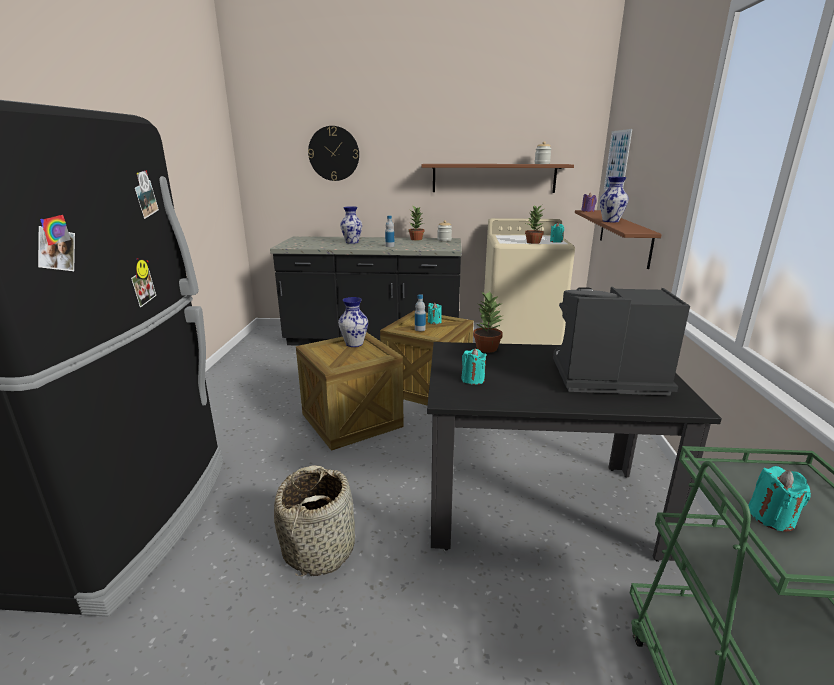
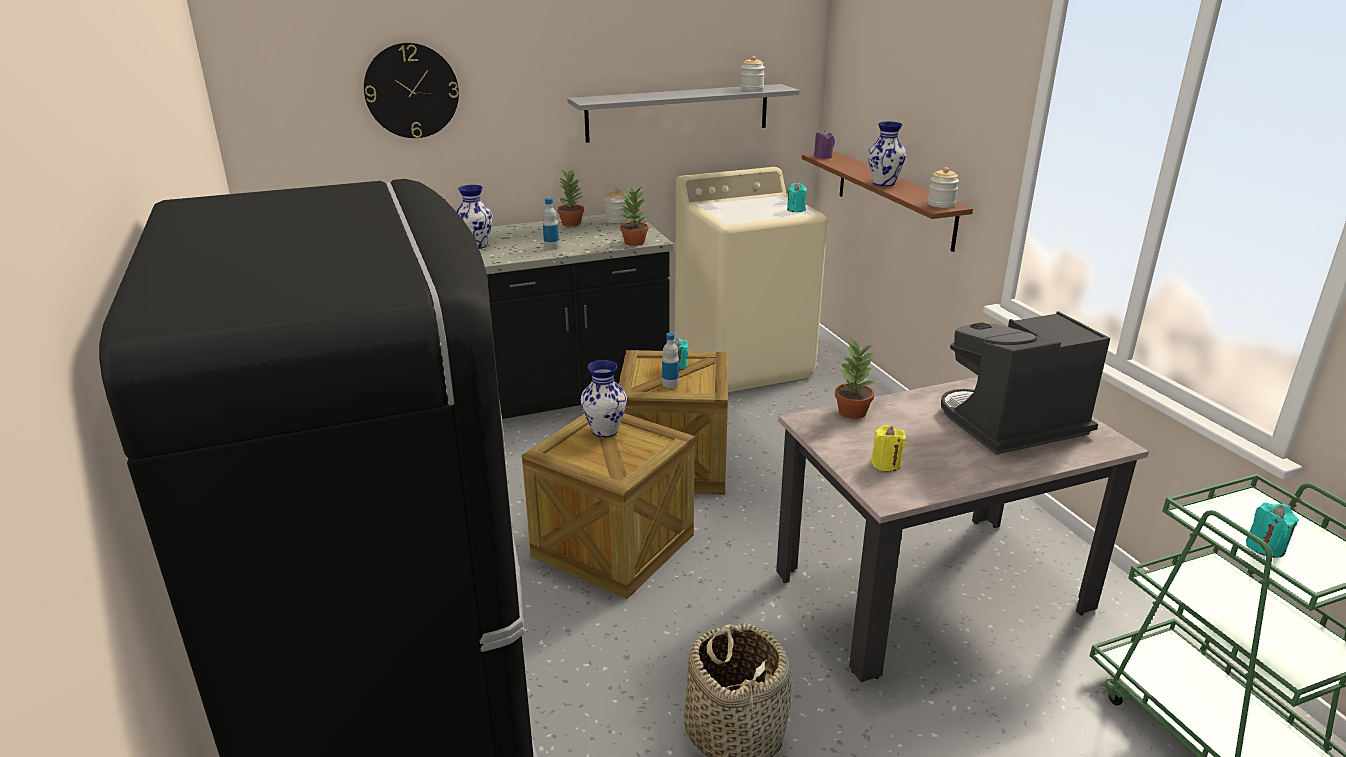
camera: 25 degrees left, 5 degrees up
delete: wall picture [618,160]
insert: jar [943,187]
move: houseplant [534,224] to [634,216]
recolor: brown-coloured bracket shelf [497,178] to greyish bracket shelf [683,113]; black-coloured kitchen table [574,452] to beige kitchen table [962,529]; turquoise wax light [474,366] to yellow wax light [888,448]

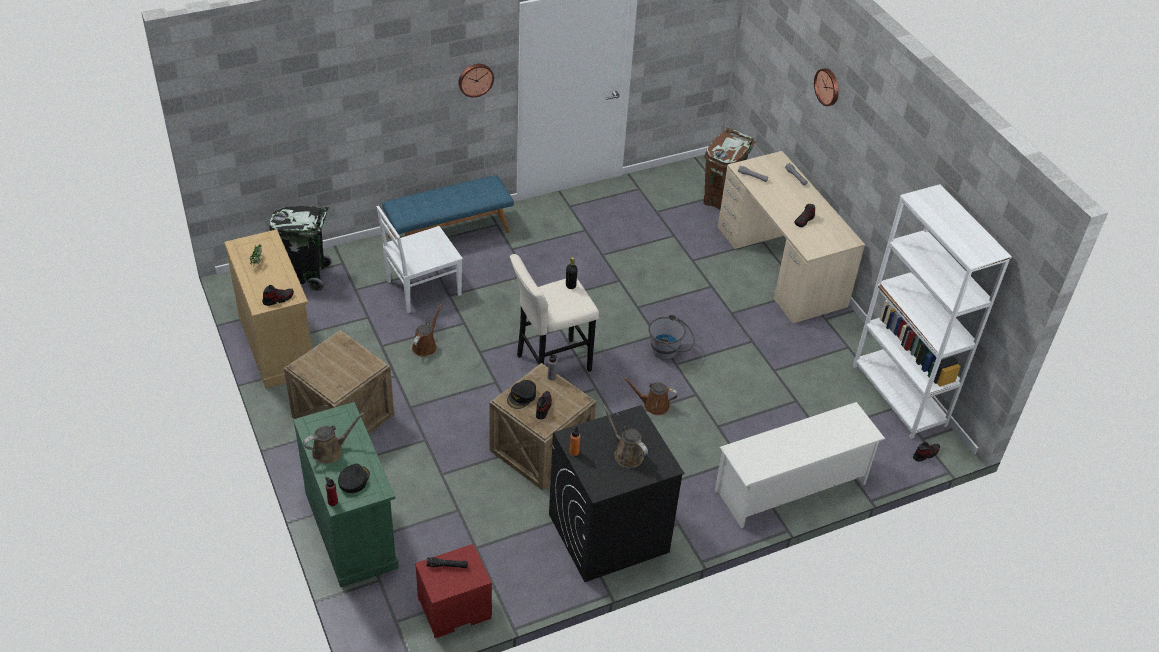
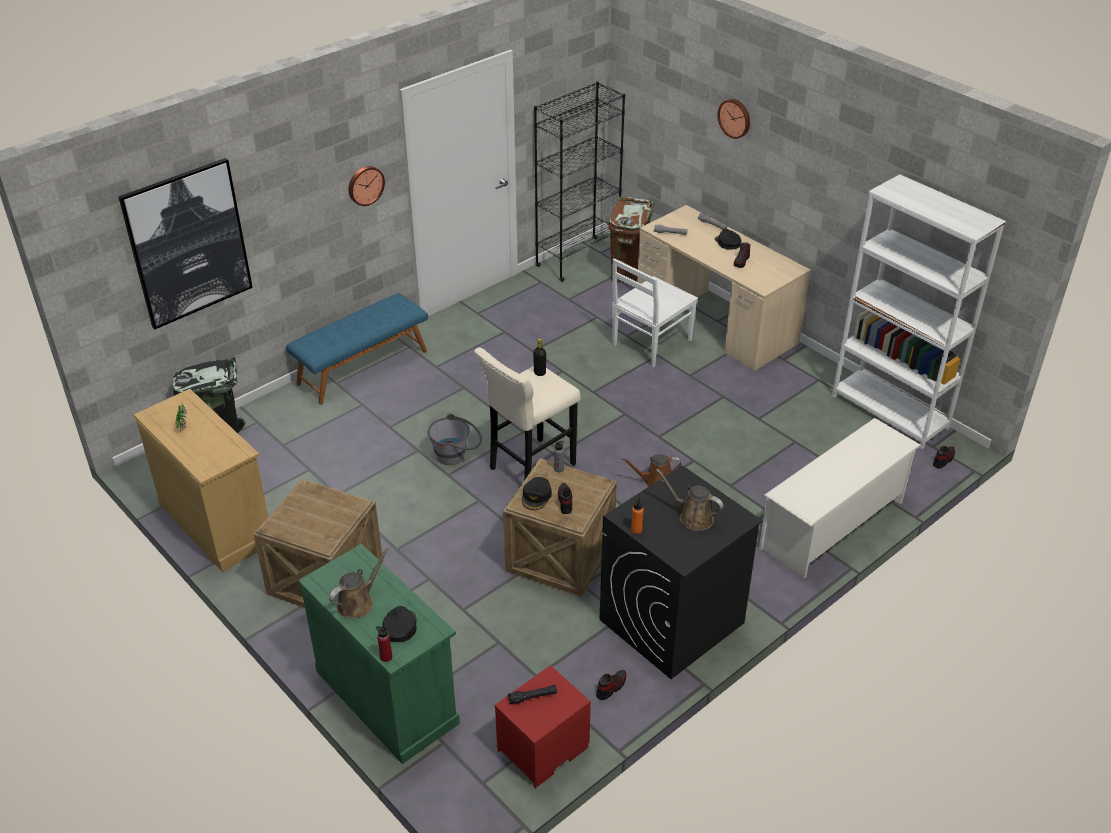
camera: 15 degrees left, 5 degrees down
delete: brown-coloured watering pot [426,330]
insert: wall picture [186,243]; black-coloured bookcase [579,181]; black-coloured cap [728,239]
move: low shoe [278,295] to [611,685]; white plain chair [420,259] to [655,312]; greyish water bucket [671,337] to [455,439]

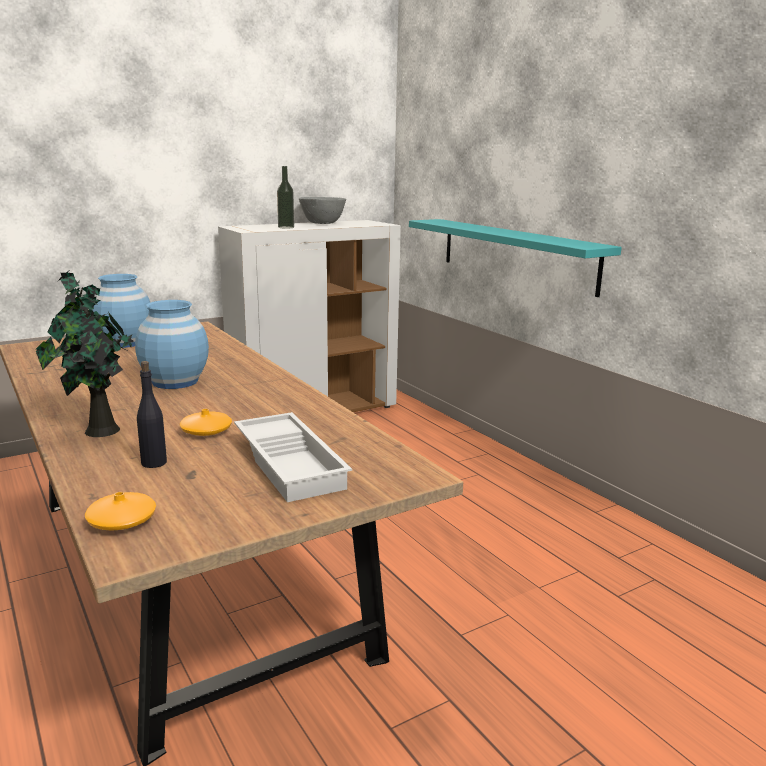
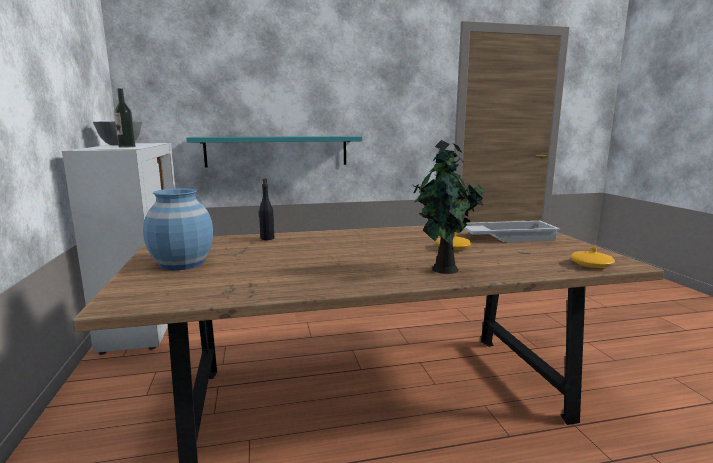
camera: 70 degrees left, 5 degrees down
delete: blue-coloured vase [172,344]
move: black-coloured beverage bottle [152,414] to [266,209]

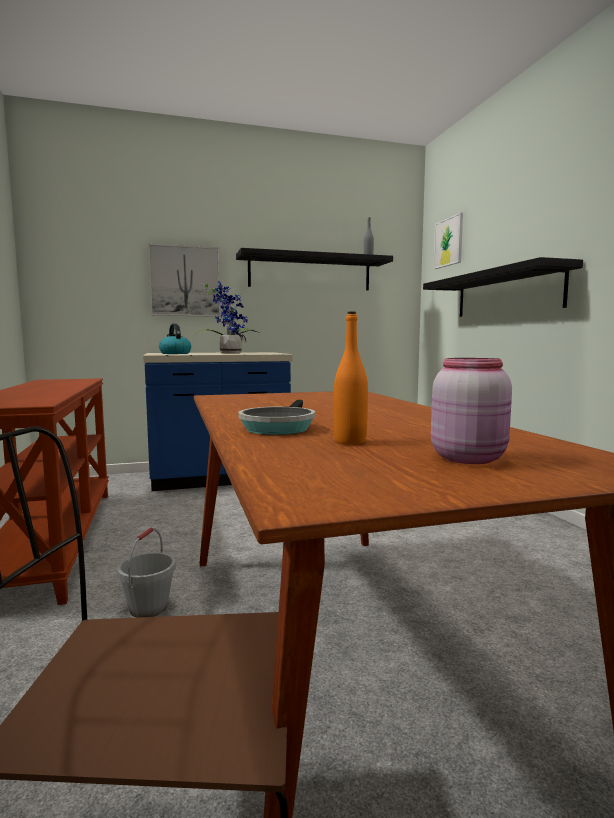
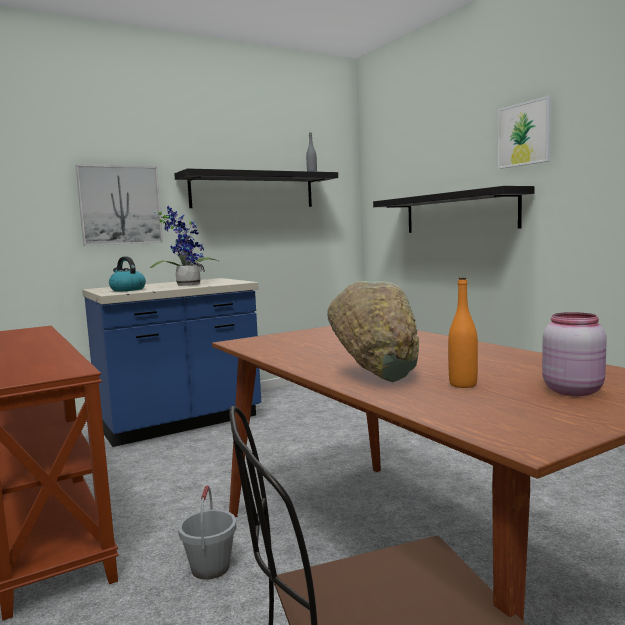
camera: 15 degrees left, 0 degrees up
move: wall picture [448,241] to [524,132]
replace: pan [276,417] to green bowl [373,331]

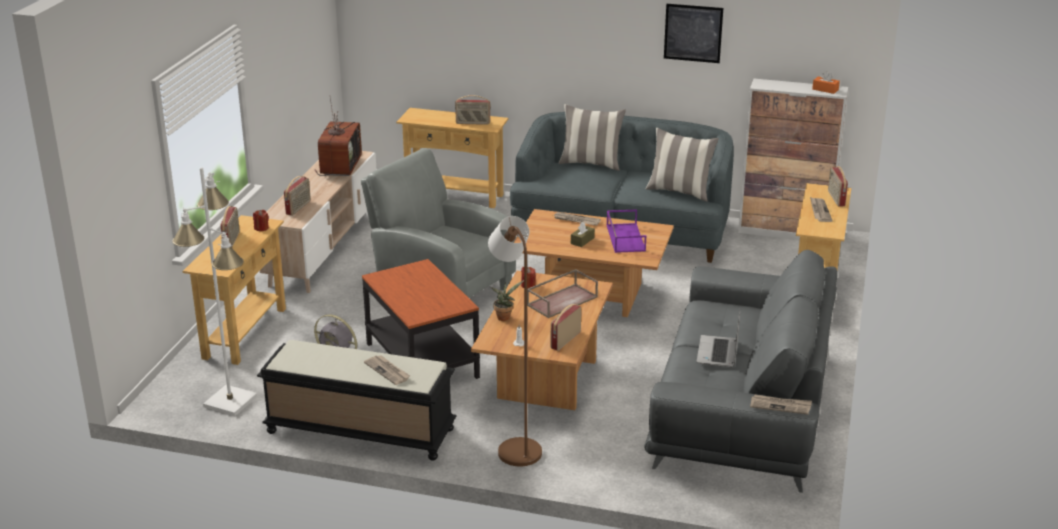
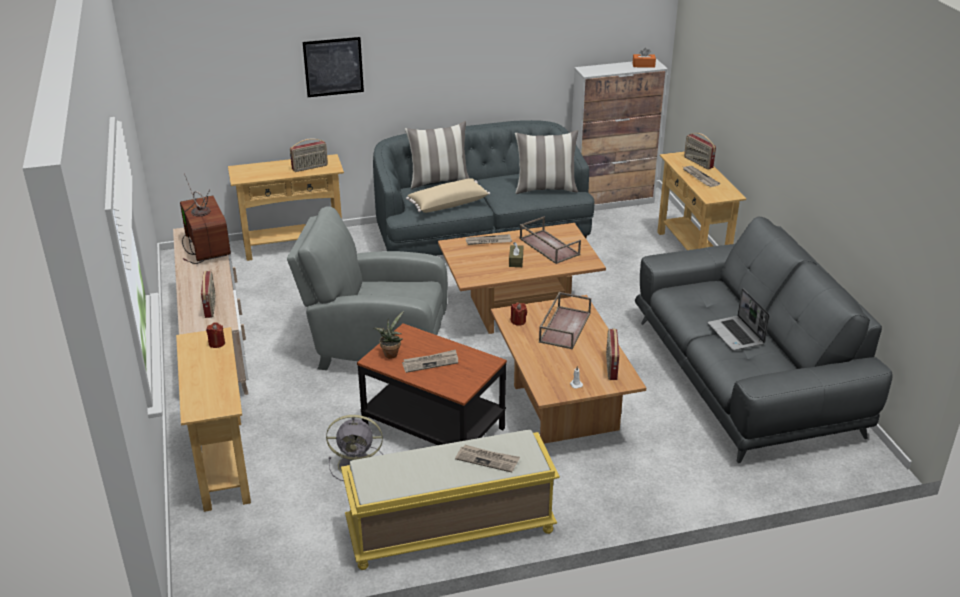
camera: 30 degrees left, 5 degrees up
delete: white floor lamp [214,291]; radio [230,227]; brown-coloured floor lamp [515,341]
insert: beige throw pillow [448,195]
move: houseplant [507,300] to [389,335]; wall picture [693,33] to [333,67]; daily paper [781,405] to [430,361]
recolor: black-coloured indoor bench [357,400] to yellow indoor bench [450,500]; purple serving tray [626,231] to brown-coloured serving tray [550,240]

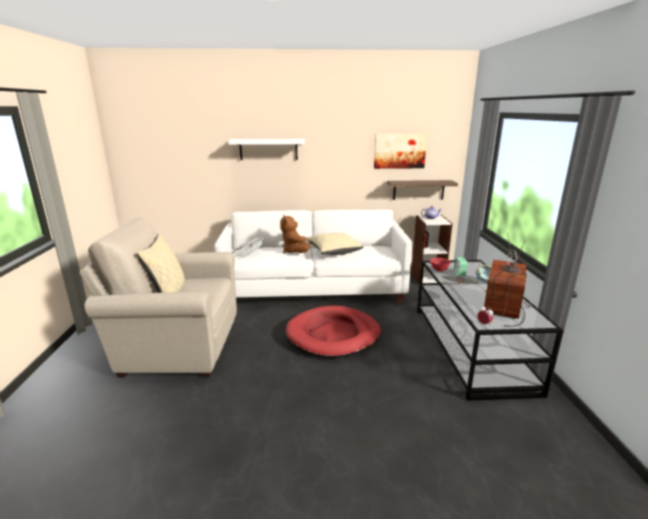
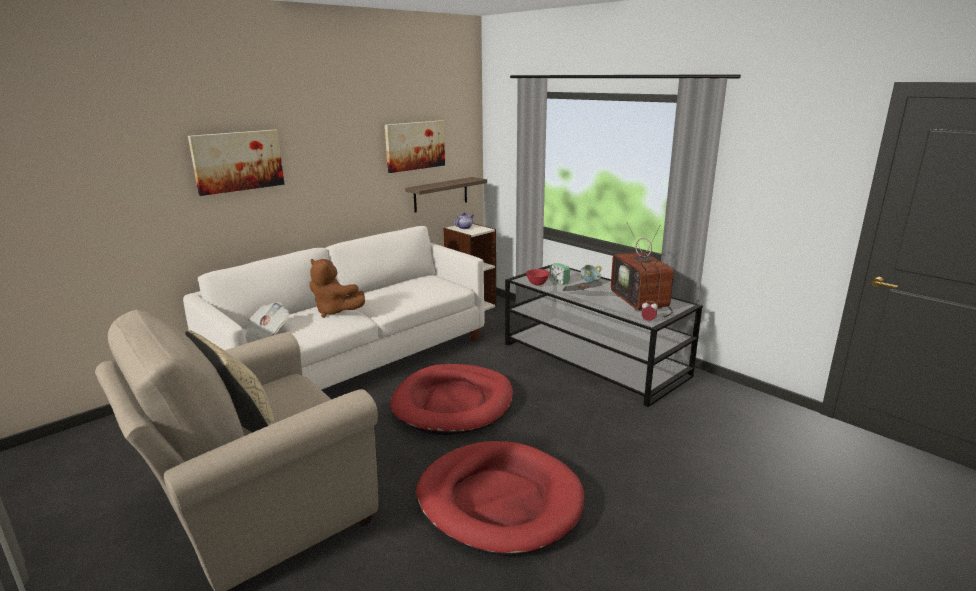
camera: 40 degrees left, 0 degrees up
delete: beige throw pillow [335,244]
insert: red dog bed [500,498]
replace: white bracket shelf [266,149] to wall picture [236,163]

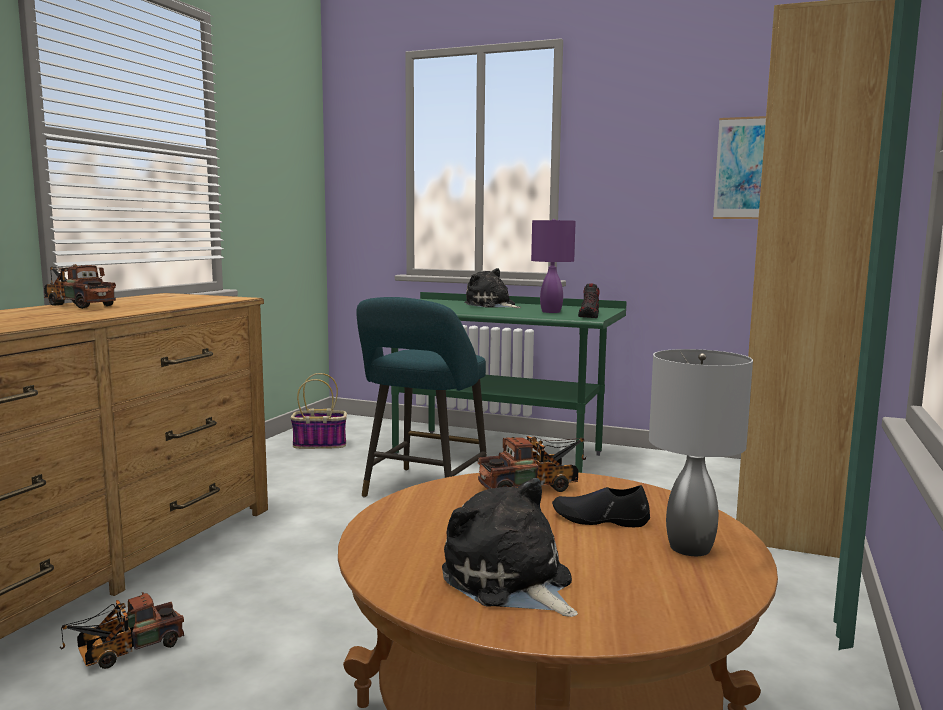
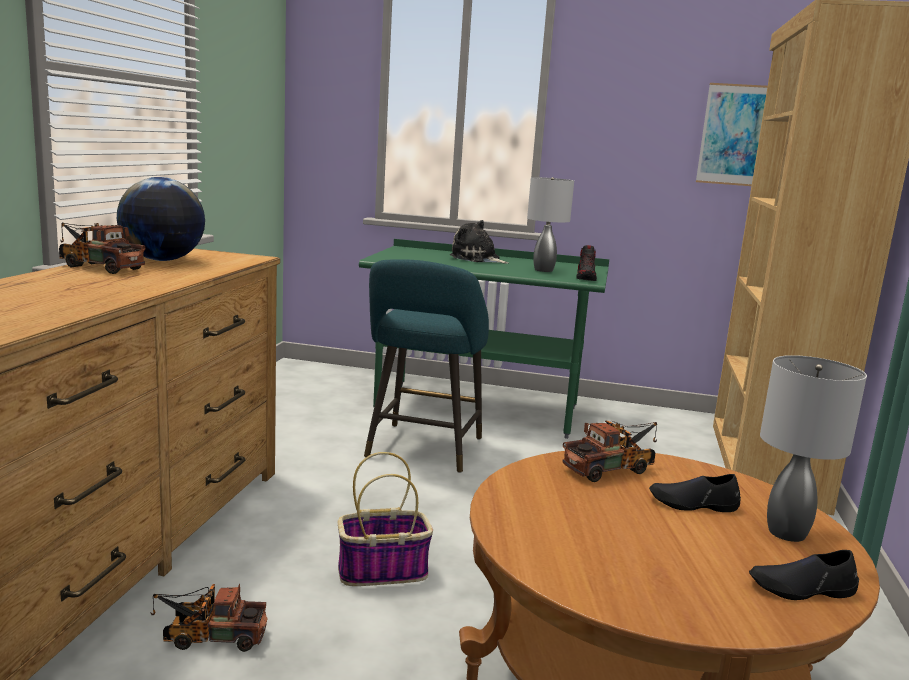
camera: 10 degrees left, 5 degrees up
delete: soft toy [510,547]
insert: globe [161,219]; black-coloured low shoe [804,575]
move: household basket [319,411] to [385,519]
recolor: purple lamp for a table [553,266] to greyish lamp for a table [550,224]
rotate: model truck [122,630] = [208,618] 45 degrees clockwise

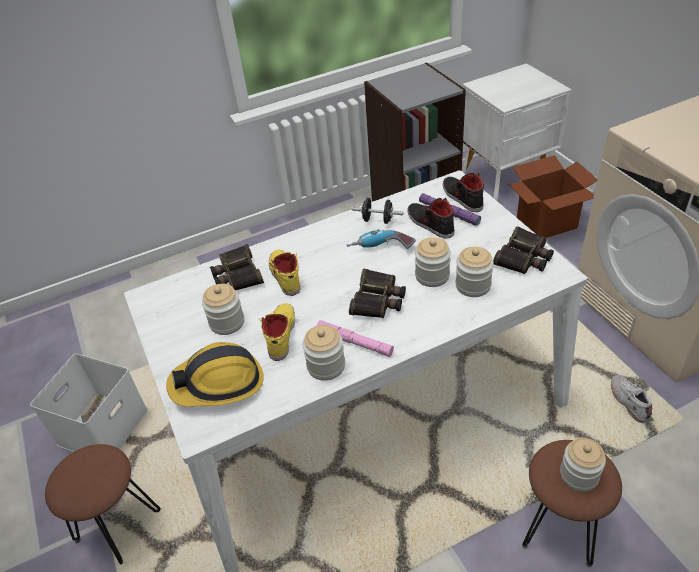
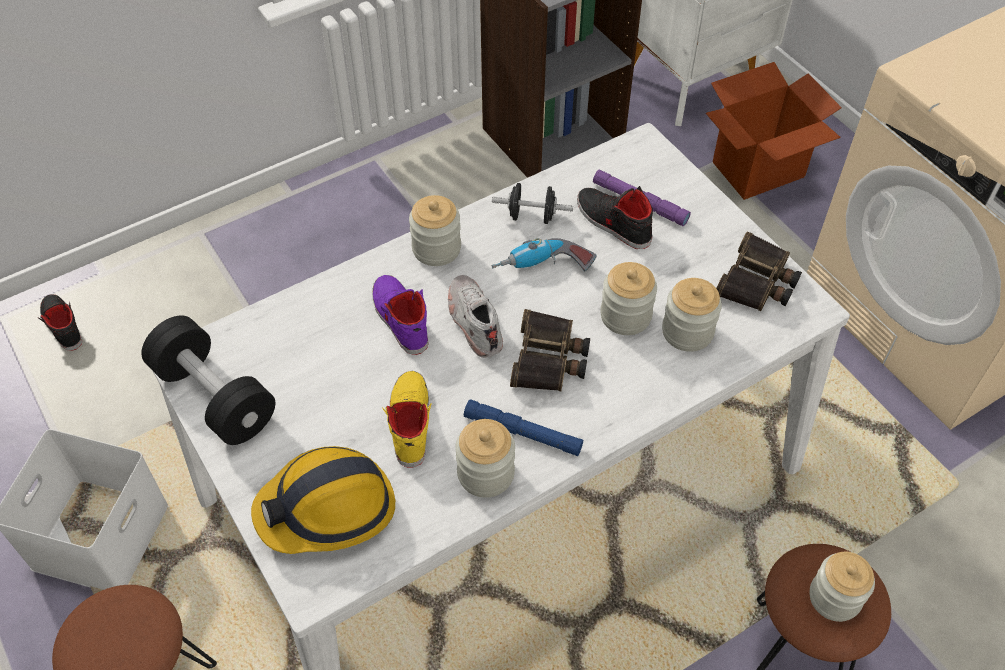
camera: 10 degrees left, 10 degrees up
delete: pair of binoculars [237,267]
insert: black-coloured dumbbell [208,380]
move: jar [223,309] to [435,230]; black-coloured low shoe [463,192] to [60,322]; white low shoe [631,399] to [475,316]
recolor: yellow low shoe [285,273] to purple low shoe [400,315]; pink-coloured hand torch [355,338] to blue-coloured hand torch [523,427]

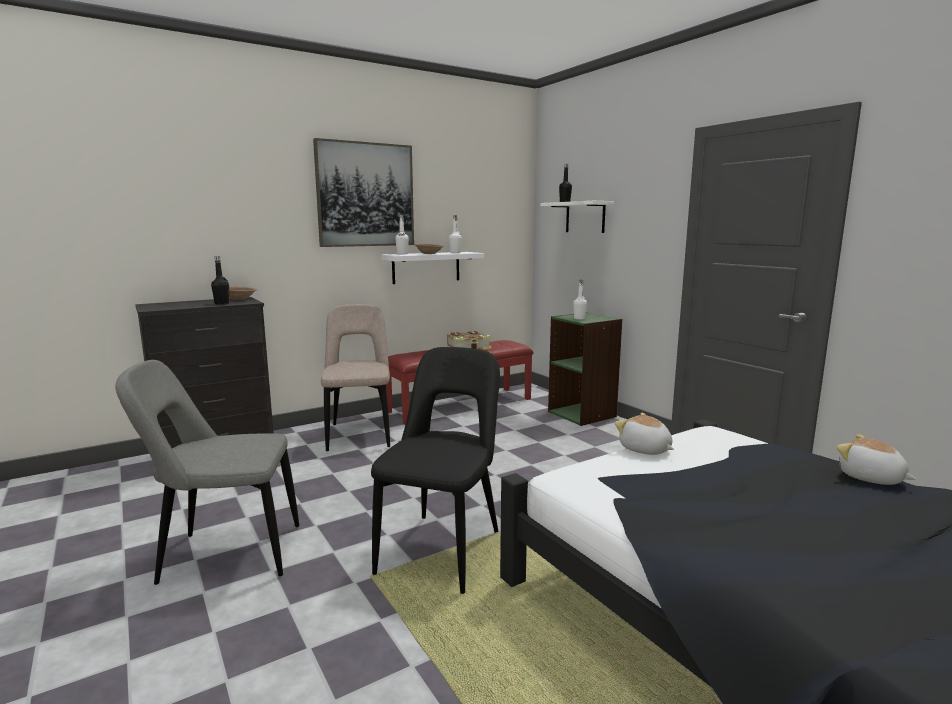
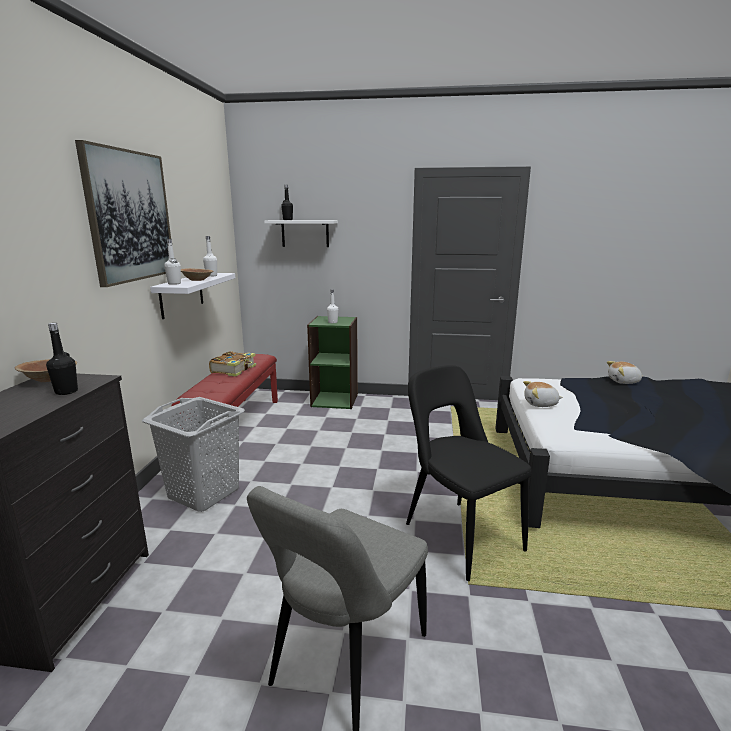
camera: 50 degrees left, 5 degrees up
replace: beige plain chair [355,377] to greyish hamper [193,454]

